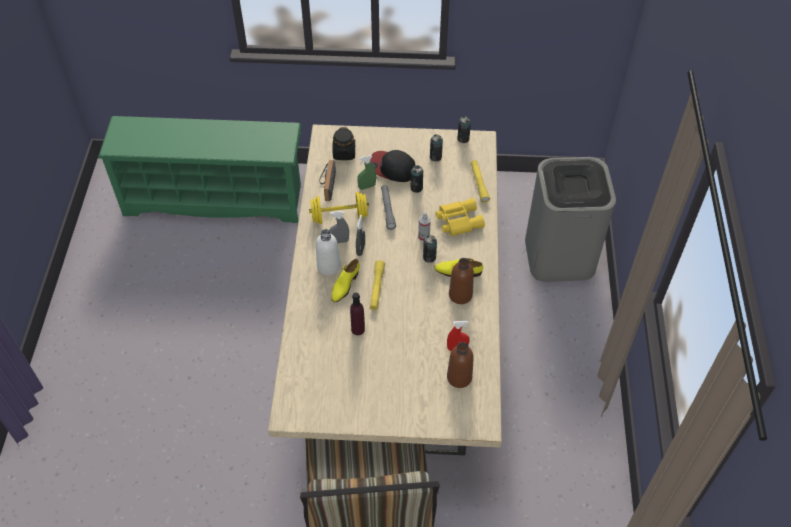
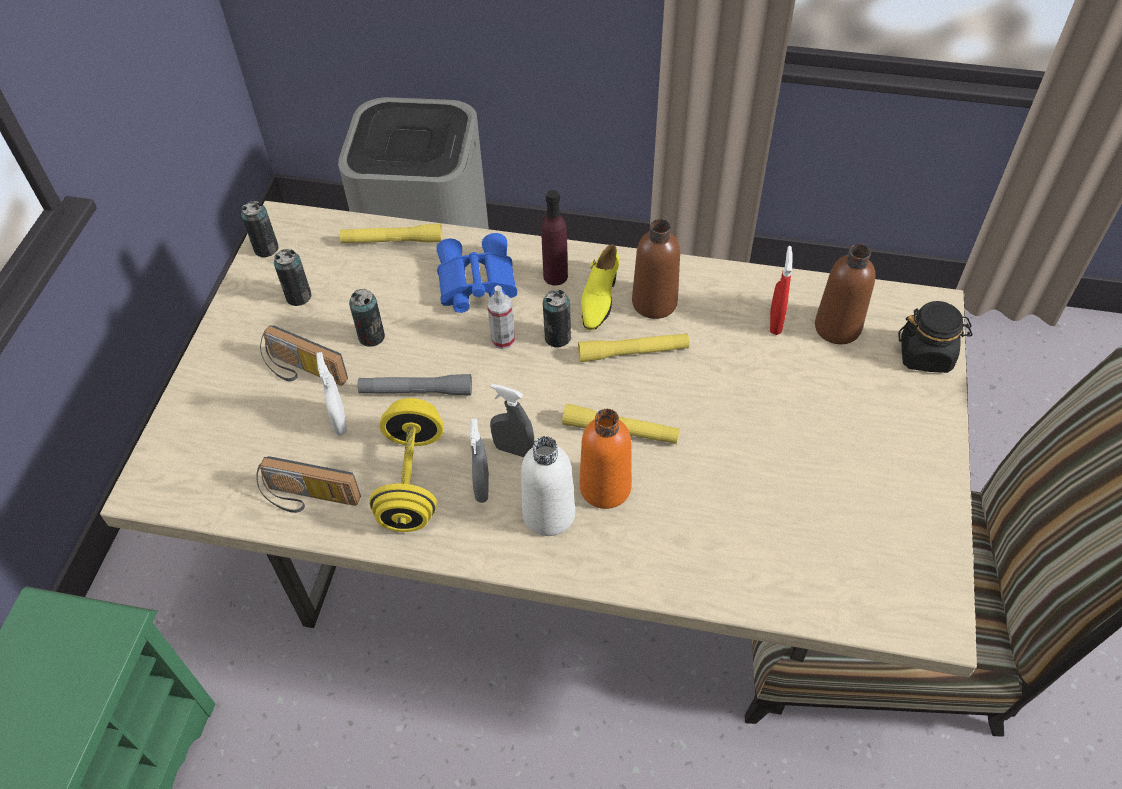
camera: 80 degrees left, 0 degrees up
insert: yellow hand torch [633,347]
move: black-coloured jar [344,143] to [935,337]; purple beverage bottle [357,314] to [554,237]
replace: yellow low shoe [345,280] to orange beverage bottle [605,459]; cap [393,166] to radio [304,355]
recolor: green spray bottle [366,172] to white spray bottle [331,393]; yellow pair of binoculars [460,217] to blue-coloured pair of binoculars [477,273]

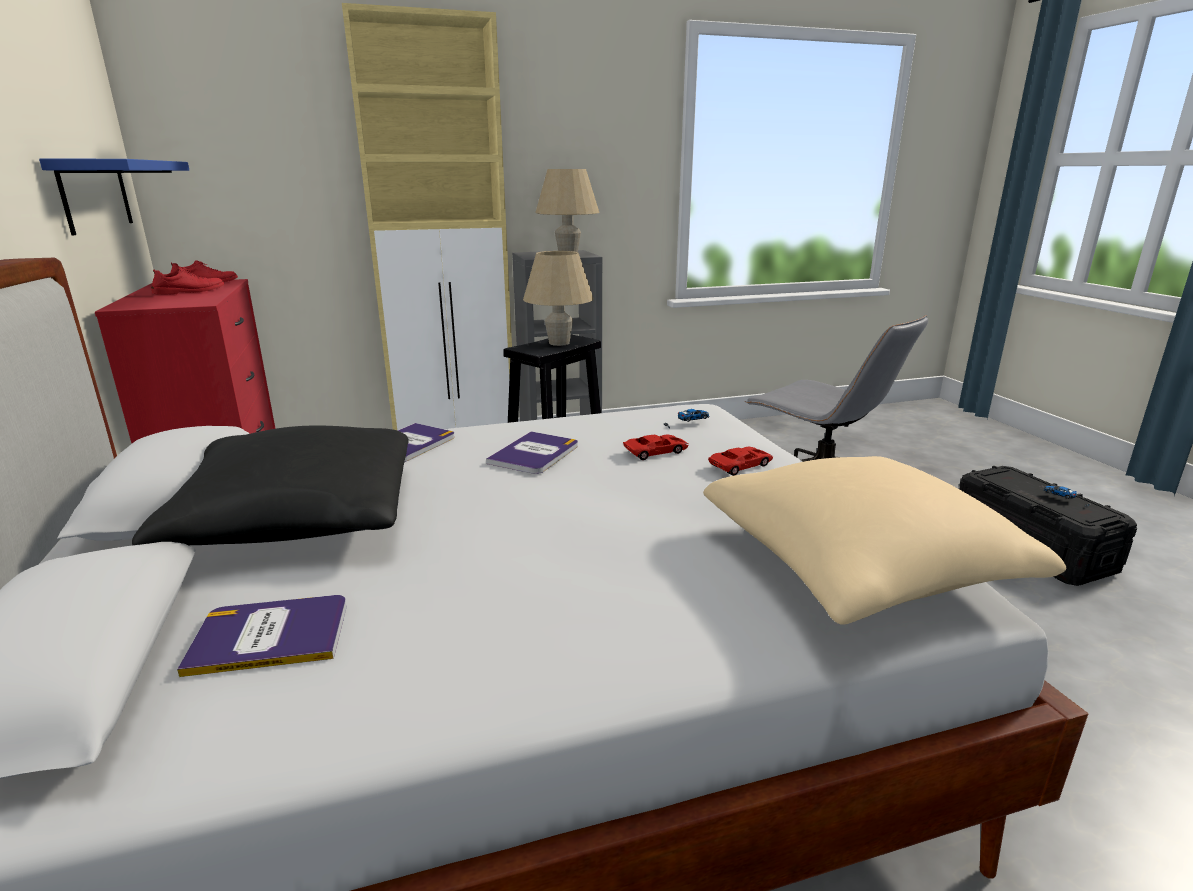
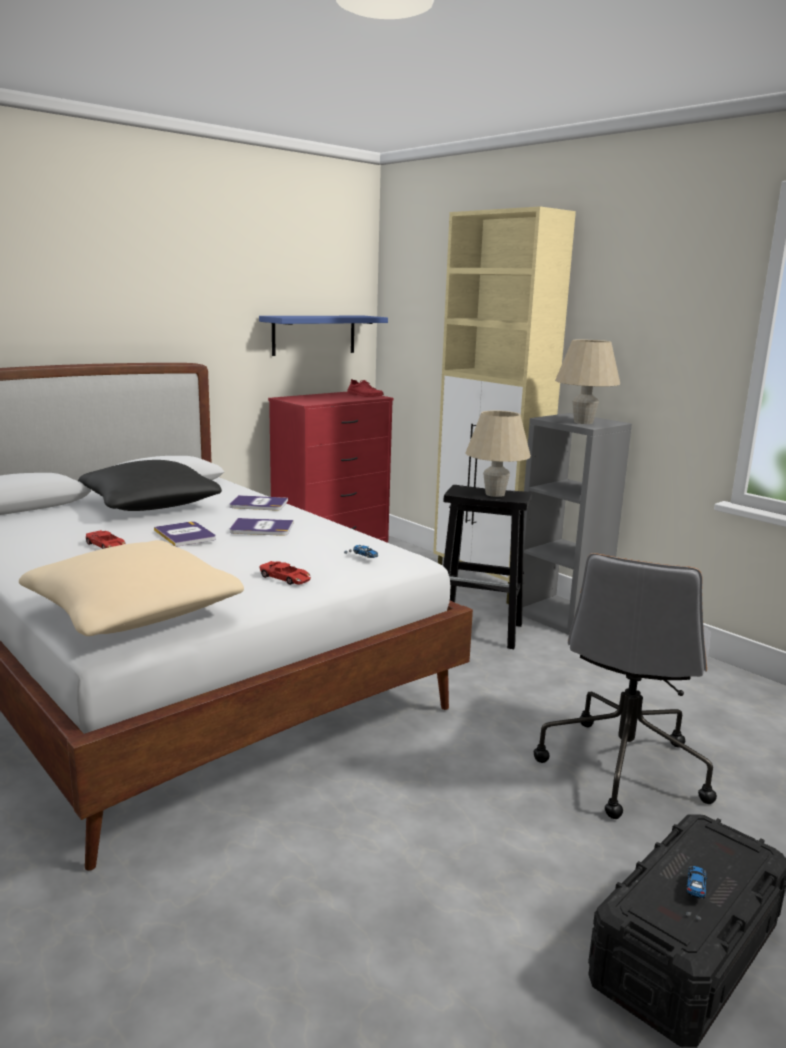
camera: 65 degrees right, 5 degrees down
delete: red low shoe [187,281]
move: volume [262,636] to [185,534]; red miniature car [656,447] to [105,539]

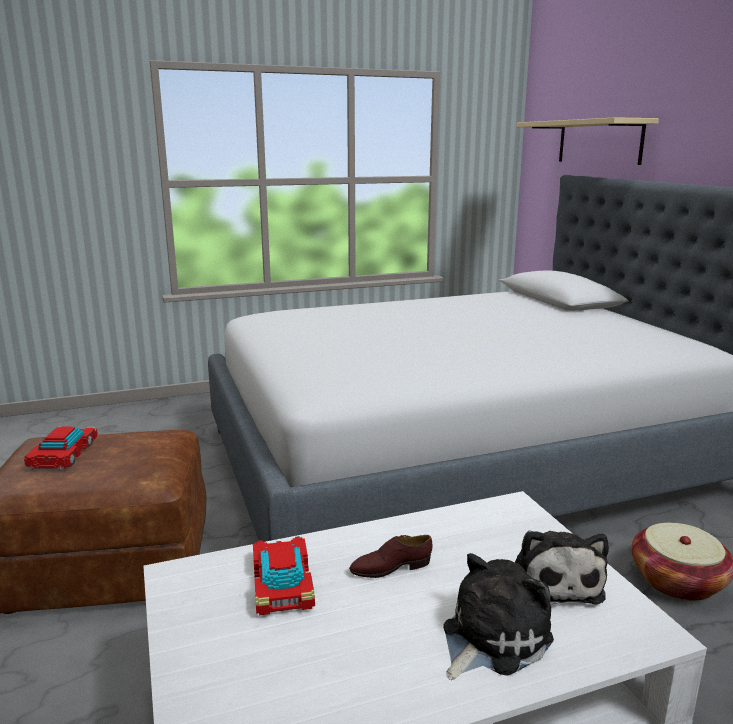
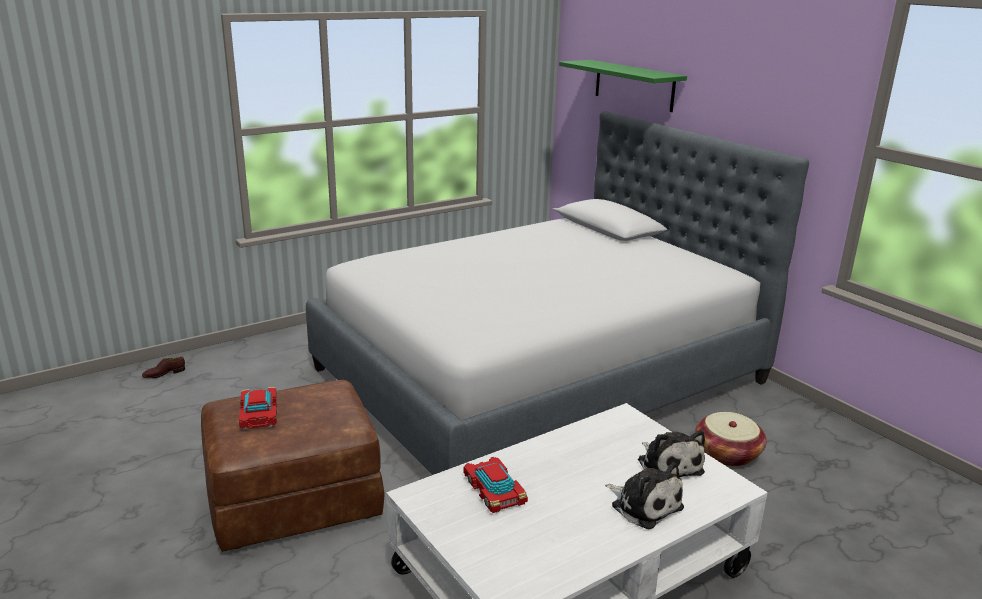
camera: 15 degrees left, 5 degrees up
move: brown-coloured low shoe [391,556] to [163,367]
recolor: beige bracket shelf [588,141] to green bracket shelf [623,86]
rotate: soft toy [498,616] = [644,495] 105 degrees clockwise

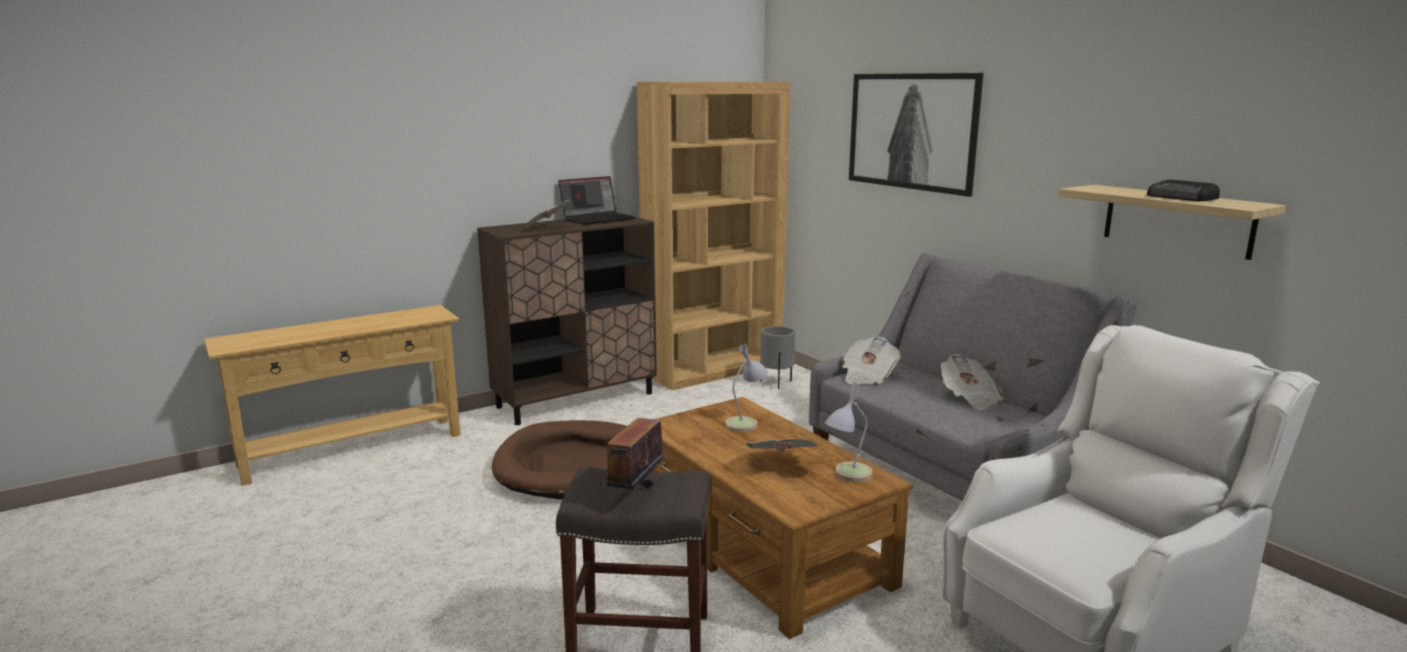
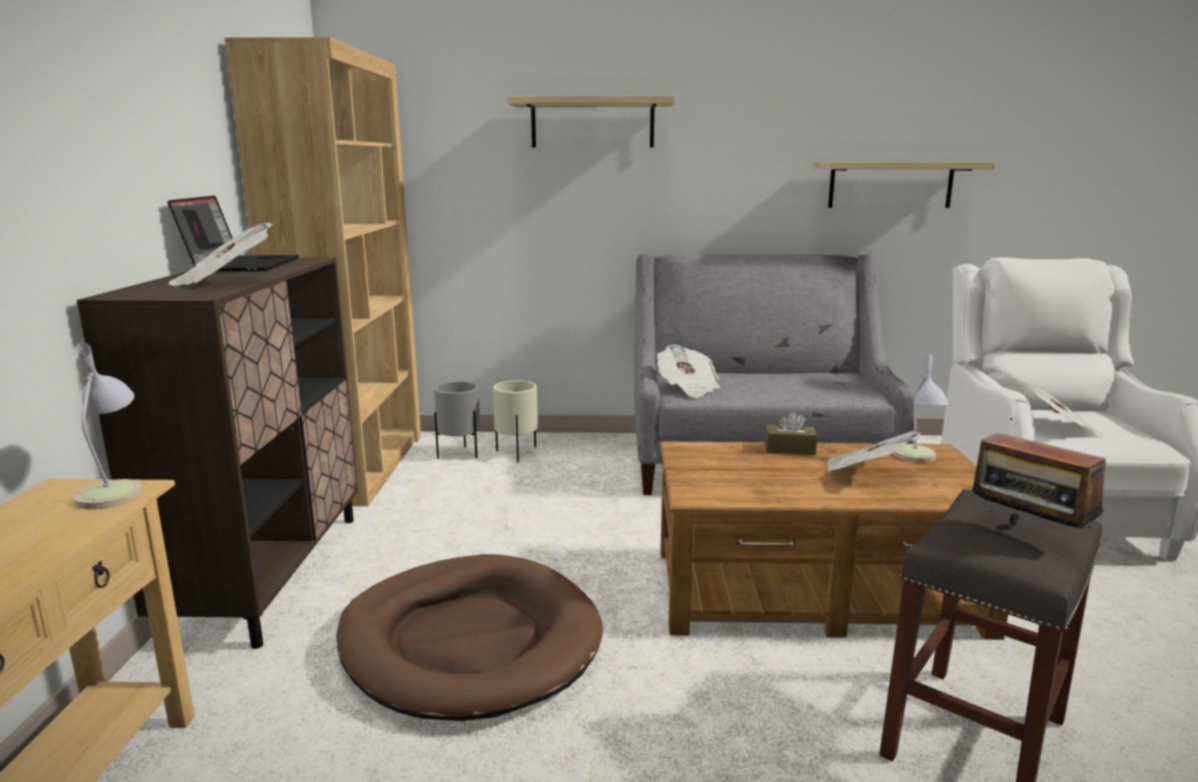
camera: 55 degrees left, 0 degrees up
delete: radio [1183,190]
insert: beige plant pot [515,421]; brown-coloured box of tissues [791,433]
move: lamp for a table [746,387] to [108,426]; daily paper [972,382] to [1062,408]
replace: wall picture [916,135] to bracket shelf [591,122]

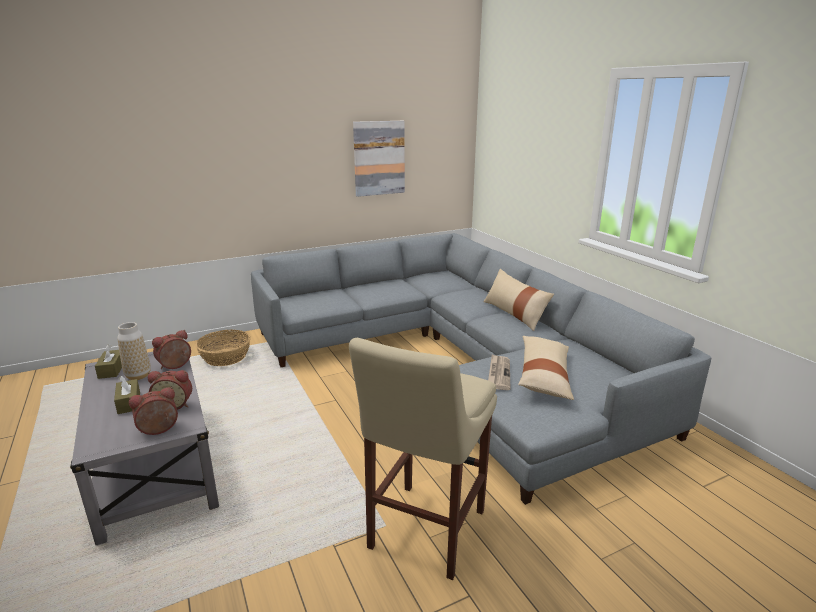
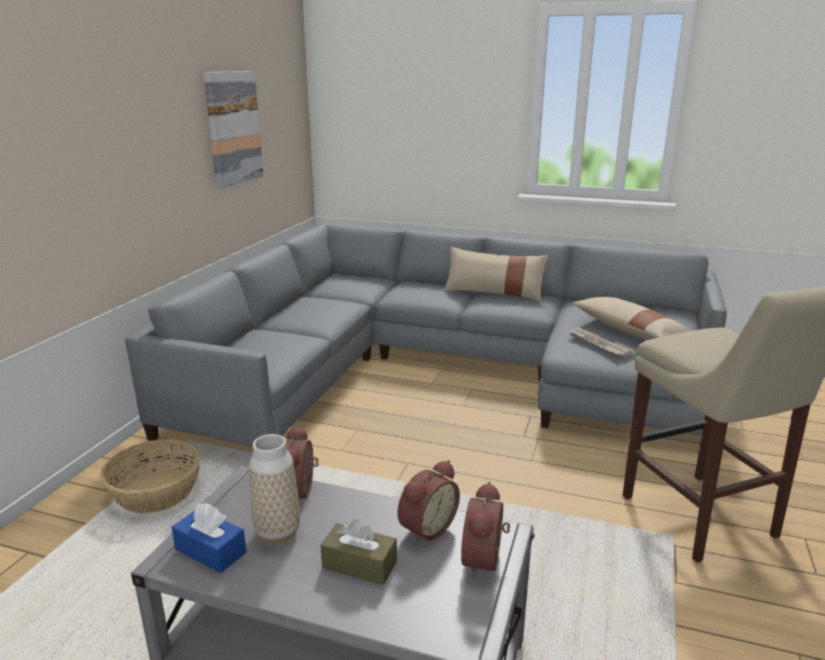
camera: 45 degrees left, 0 degrees up
recolor: brown-coloured box of tissues [108,362] to blue-coloured box of tissues [209,538]

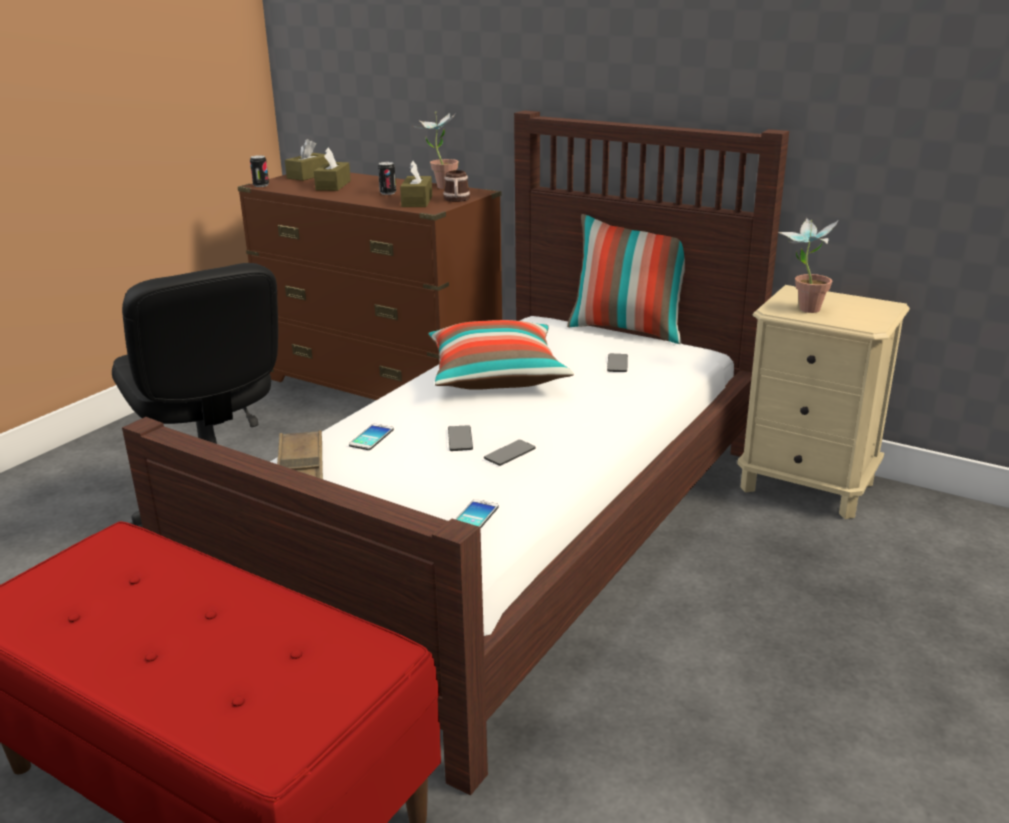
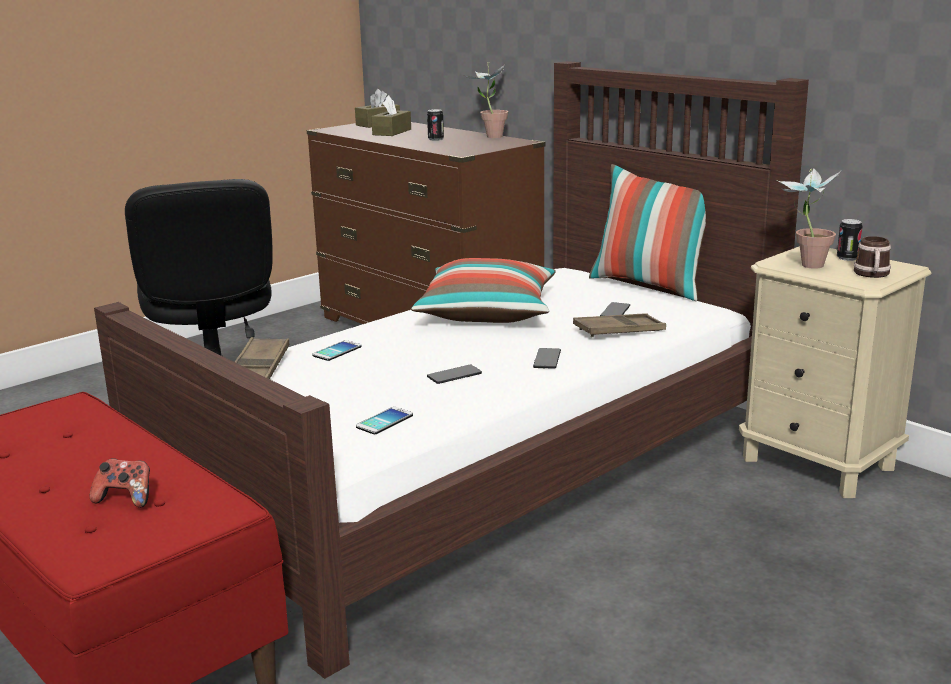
camera: 15 degrees right, 5 degrees down
delete: brown-coloured box of tissues [416,184]
insert: gamepad [119,483]; brown-coloured serving tray [619,325]
move: sealed can [259,171] to [849,240]; coffee mug [456,186] to [872,257]; handset [460,438] to [547,358]

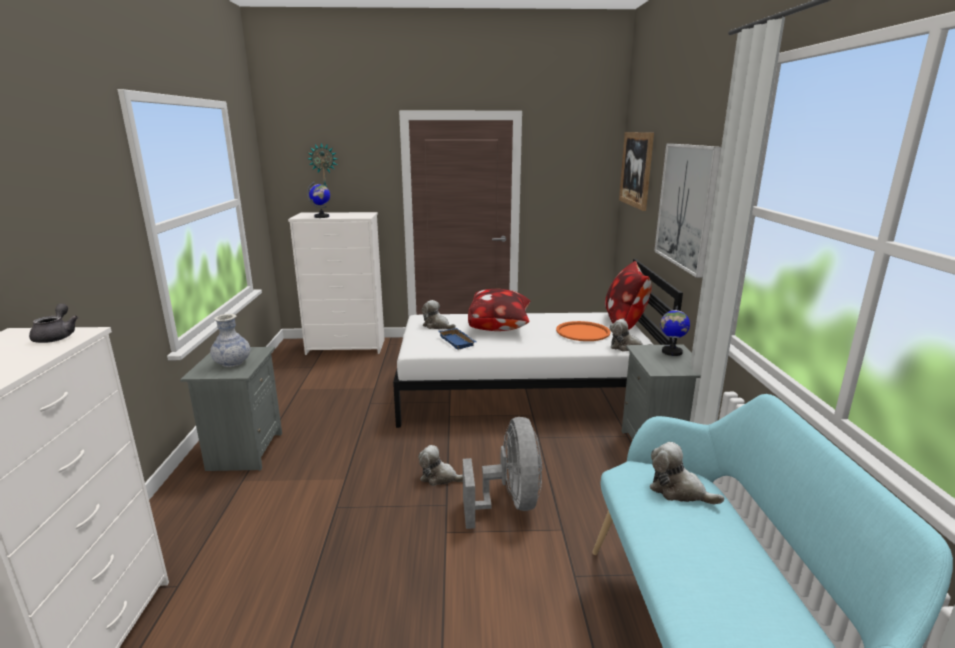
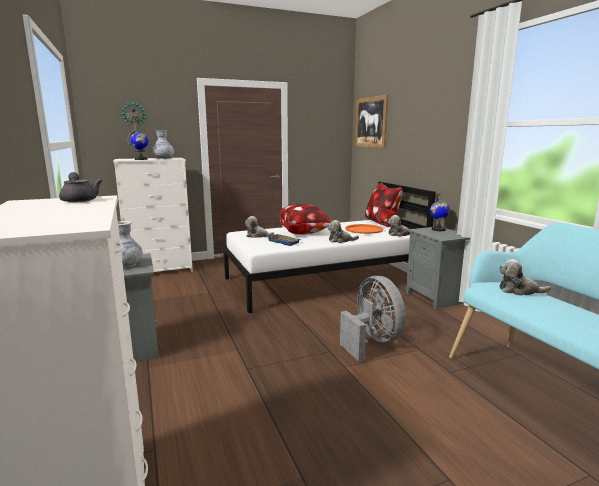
camera: 20 degrees left, 5 degrees down
delete: wall picture [687,211]
insert: vase [163,144]
move: soft toy [441,465] to [343,231]

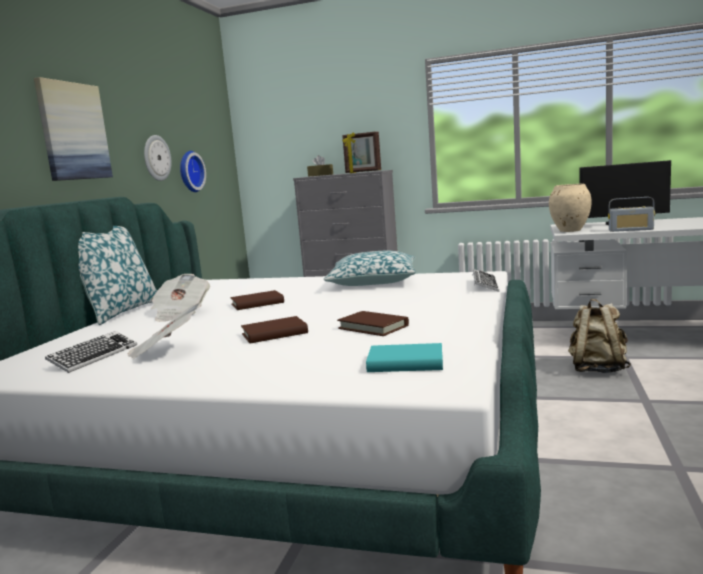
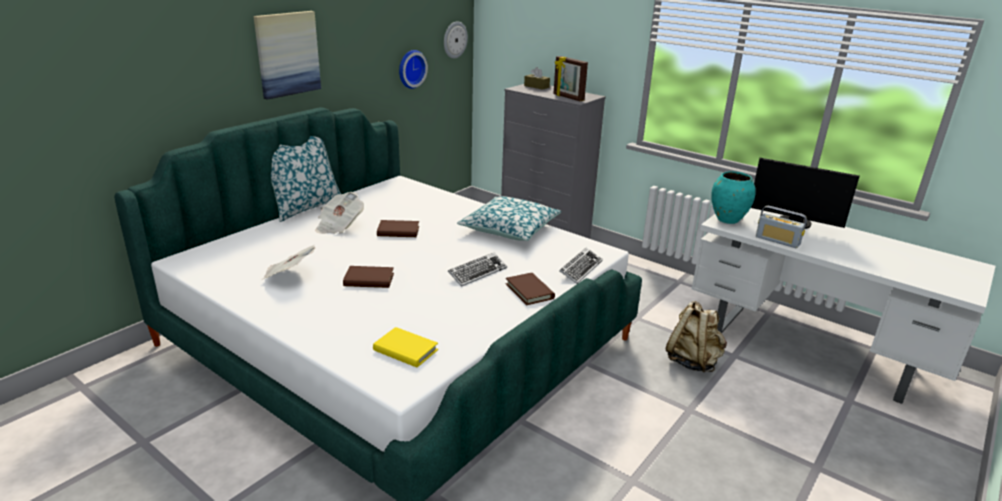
camera: 20 degrees right, 15 degrees up
move: PC keyboard [91,352] to [477,269]; clock on the wall [157,158] to [456,39]; brown-coloured volume [373,323] to [530,289]
recolor: turquoise volume [404,357] to yellow volume [405,347]; beige vase [570,208] to turquoise vase [733,197]

